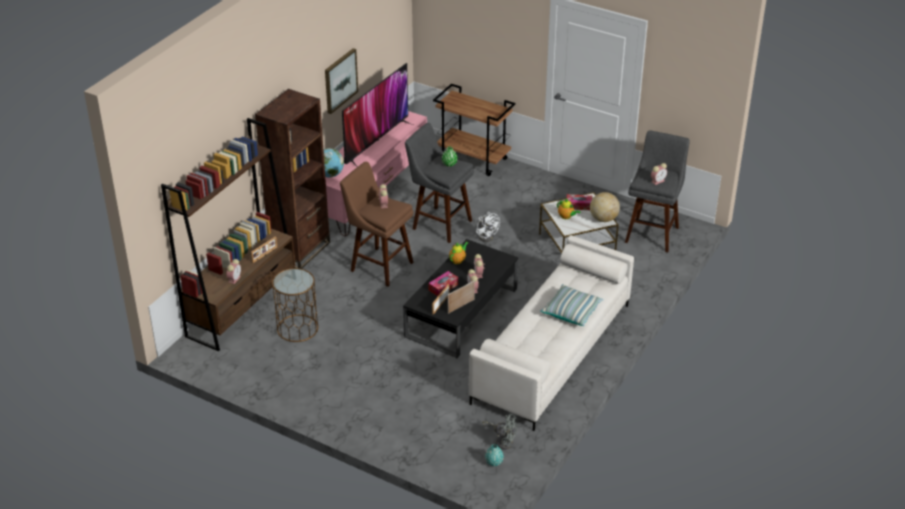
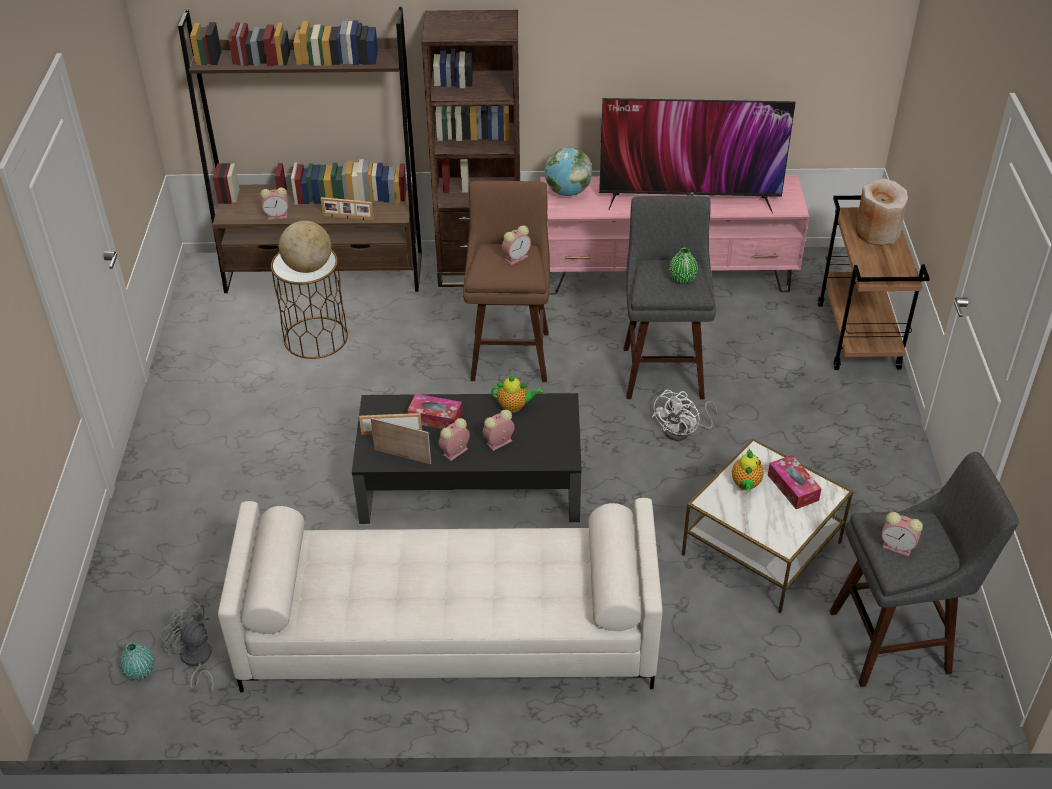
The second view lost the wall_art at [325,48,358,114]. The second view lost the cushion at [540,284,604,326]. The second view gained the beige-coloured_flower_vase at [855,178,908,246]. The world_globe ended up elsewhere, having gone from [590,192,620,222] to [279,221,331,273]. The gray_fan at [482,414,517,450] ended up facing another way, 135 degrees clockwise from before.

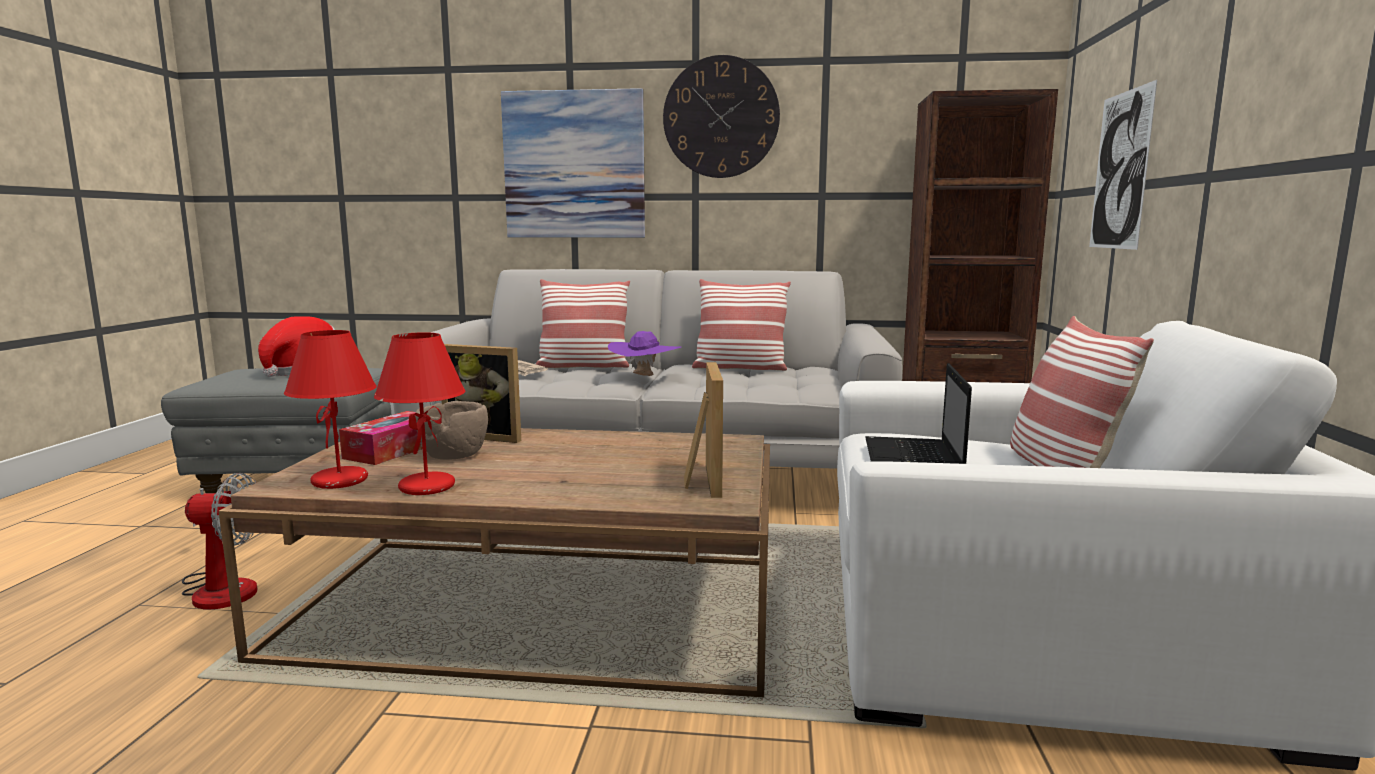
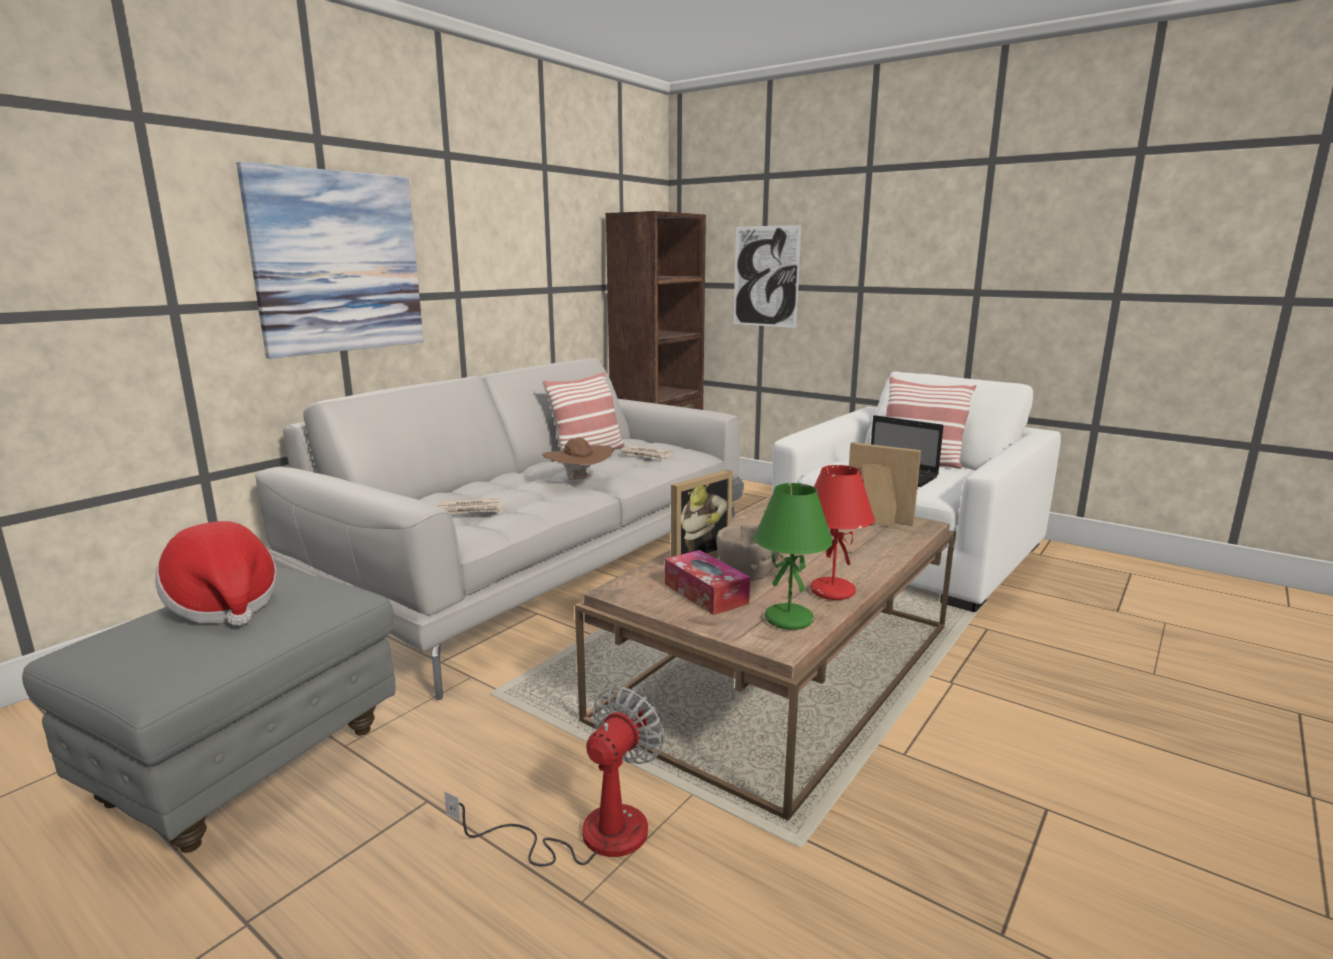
The second view lost the cushion at [536,279,630,368]. The second view lost the clock_on_the_wall at [663,55,780,178]. The second view gained the newspaper at [621,445,672,461]. What was the red-coloured_tabletop_lamp at [284,330,377,489] turned into the greenish_tabletop_lamp at [754,483,833,630]. What was the purple_wearable_hat at [608,331,681,376] turned into the brownish_wearable_hat at [542,437,613,480].

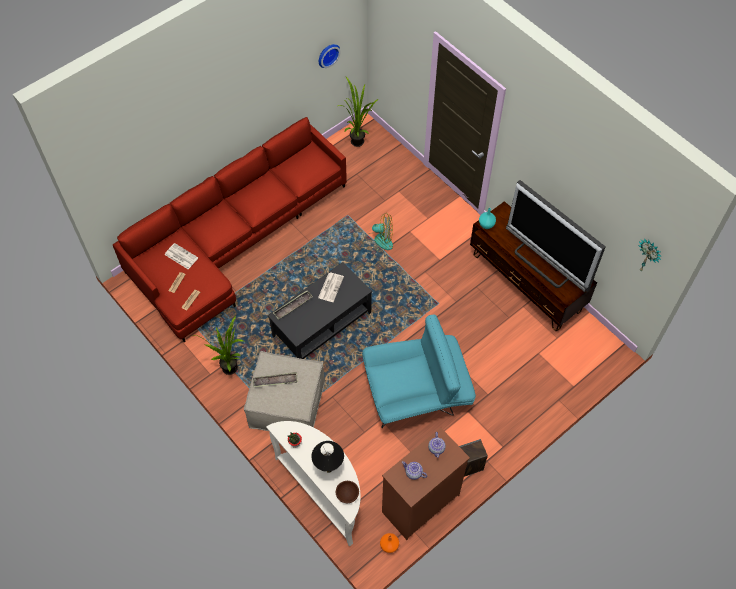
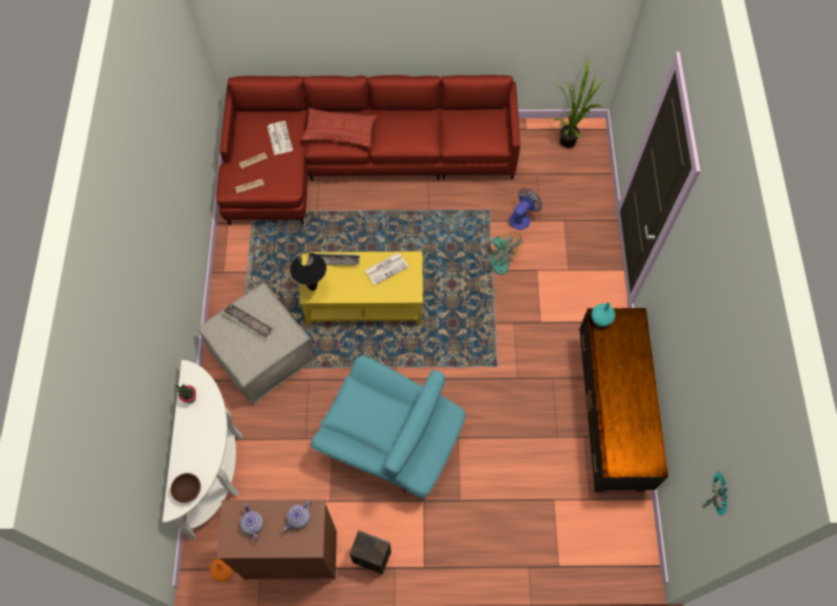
The second view lost the houseplant at [192,316,244,375]. The second view lost the clock_on_the_wall at [319,44,341,68]. The second view lost the TV_set at [506,180,606,292]. The second view gained the cushion at [301,108,377,147]. The second view gained the fan at [509,188,542,230]. The black_tabletop_lamp ended up elsewhere, having gone from [311,441,344,473] to [290,252,326,291]. What was the black_lounge_table at [267,262,372,359] turned into the yellow-coloured_lounge_table at [300,251,423,326].

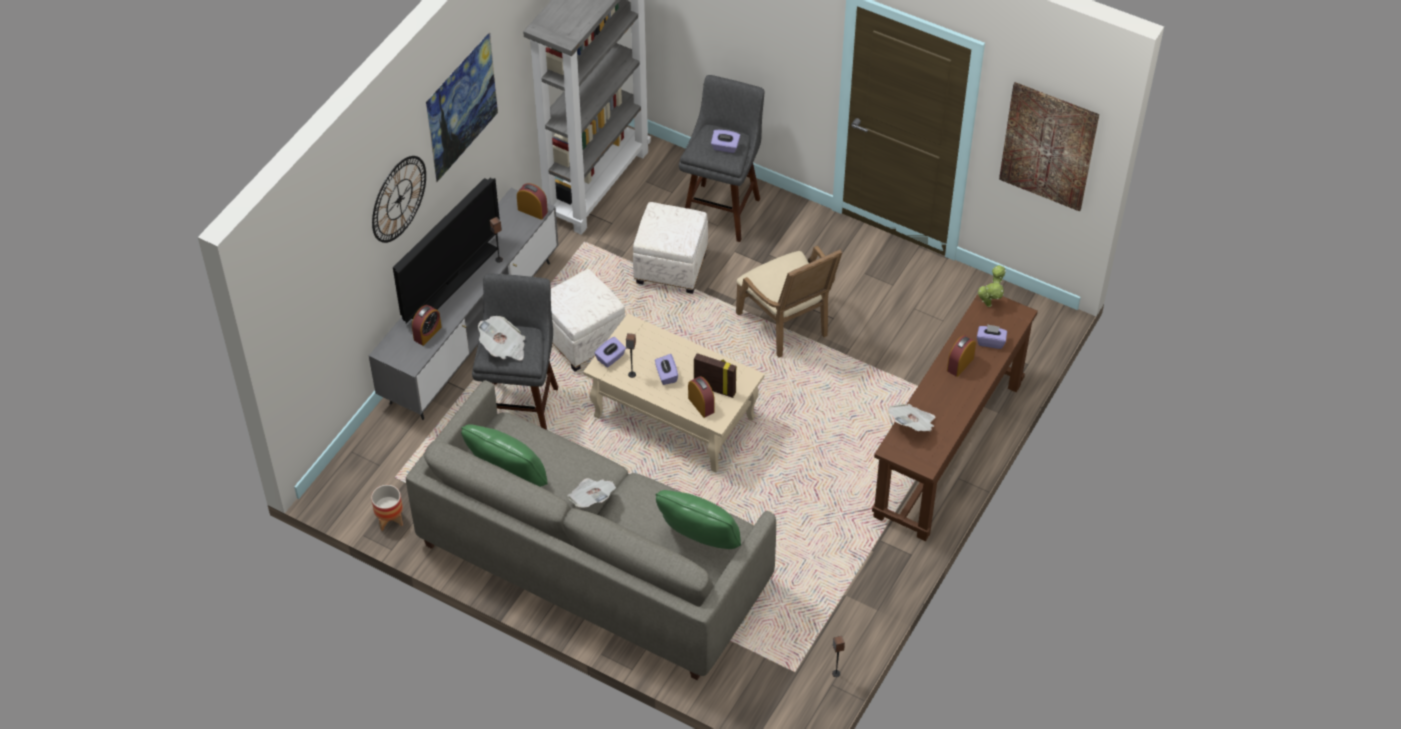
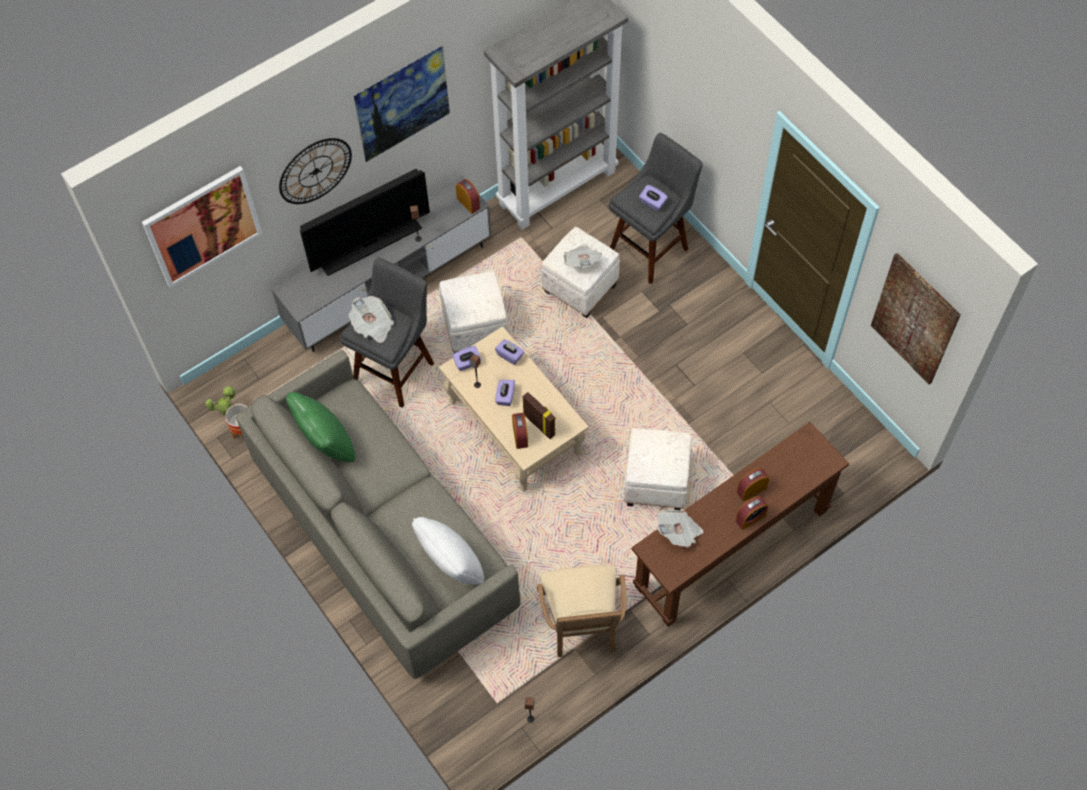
The second view gained the wall_art at [142,166,262,288]. The second view gained the white-coloured_ottoman at [624,428,692,510]. The table_clock ended up elsewhere, having gone from [412,305,442,346] to [735,496,768,530]. The newspaper ended up elsewhere, having gone from [567,478,616,508] to [563,244,602,268]. The beige-coloured_lounge_chair ended up elsewhere, having gone from [736,246,843,358] to [537,565,626,657]. The purple_tissue_box ended up elsewhere, having gone from [977,324,1007,349] to [495,339,524,365]. The houseplant ended up elsewhere, having gone from [978,265,1006,307] to [205,386,236,415]. What was the greenish_cushion at [656,490,741,549] turned into the white-coloured_cushion at [412,517,484,584].

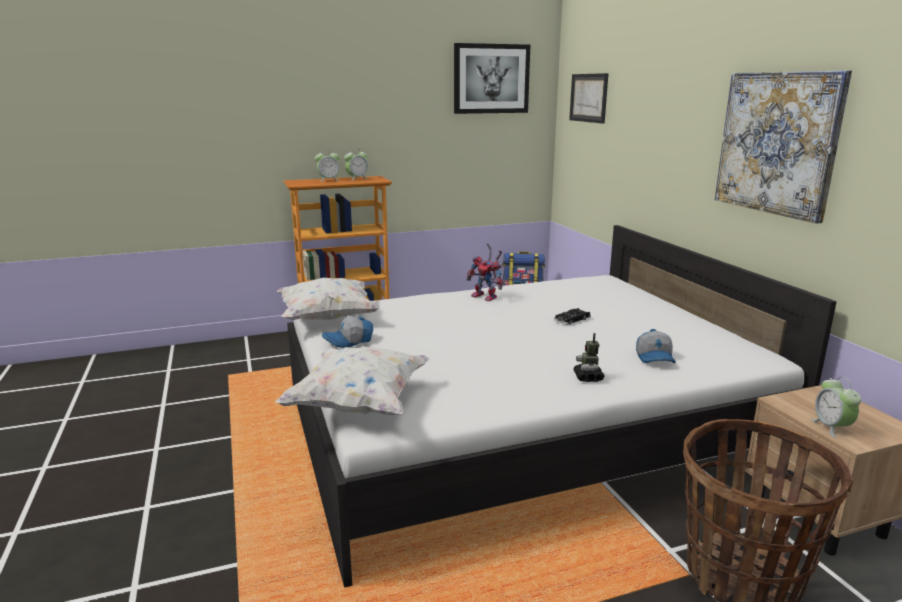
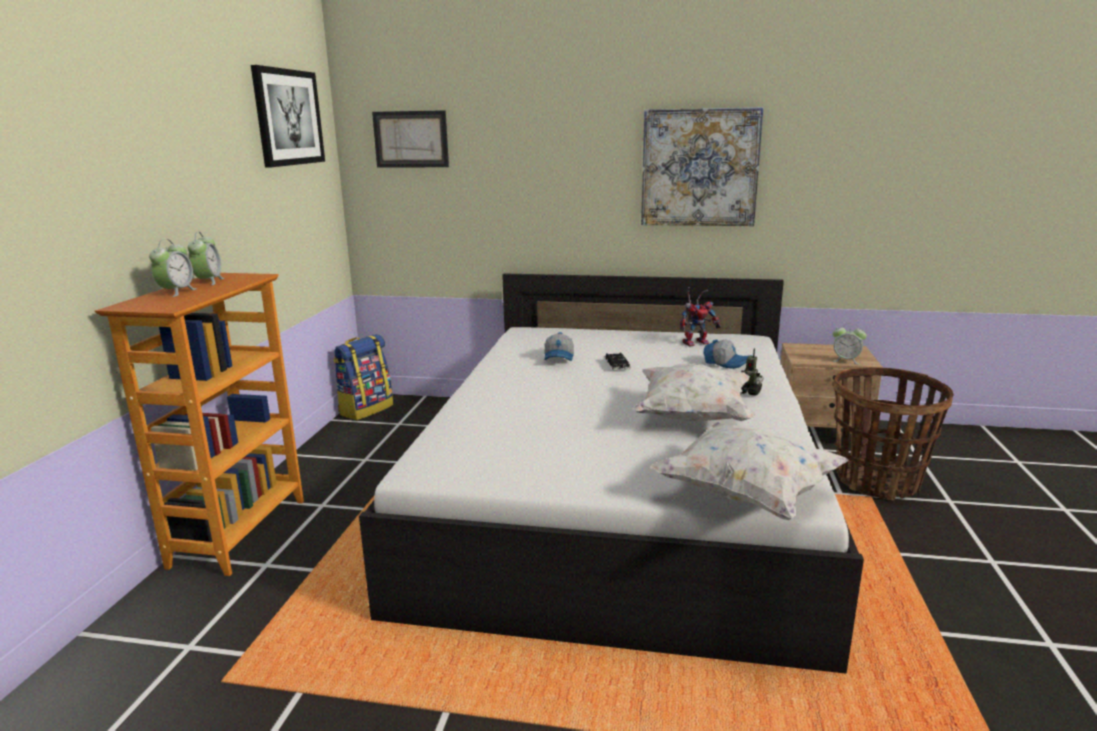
The white-coloured_cushion ended up elsewhere, having gone from [277,278,380,320] to [632,364,755,421]. The cap ended up elsewhere, having gone from [322,316,373,348] to [544,332,574,361]. The robot_figure ended up elsewhere, having gone from [466,243,503,301] to [680,287,721,347].

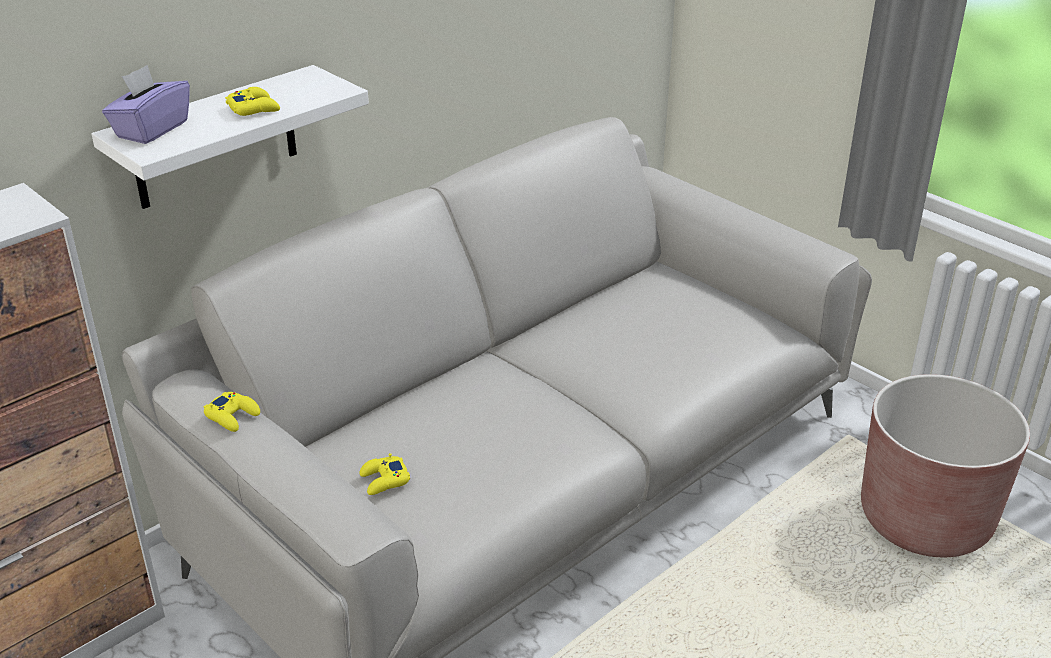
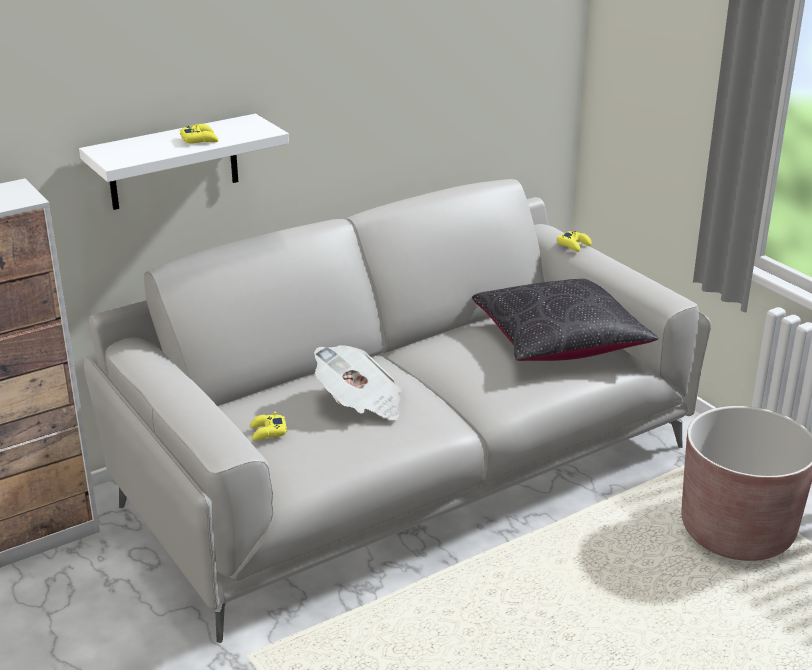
The second view lost the purple_tissue_box at [102,65,190,144]. The second view gained the newspaper at [314,345,402,420]. The second view gained the black_cushion at [472,279,659,361]. The yellow-coloured_game_controller ended up elsewhere, having gone from [204,392,260,432] to [557,231,592,252].

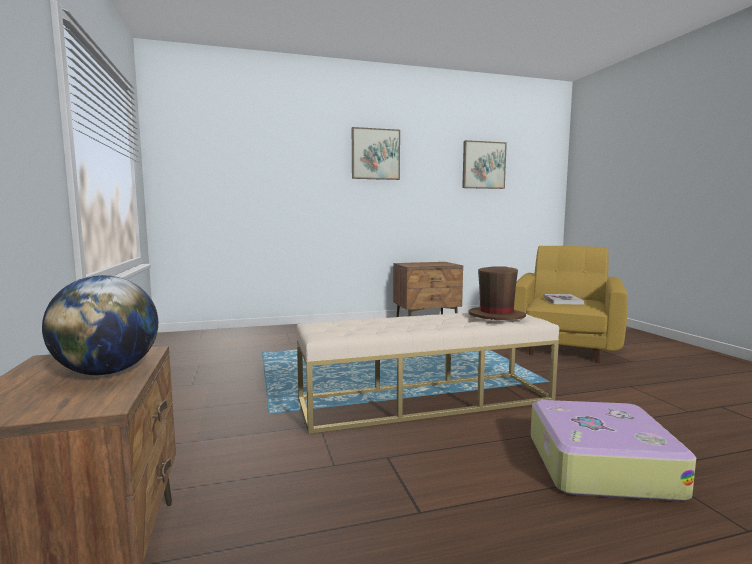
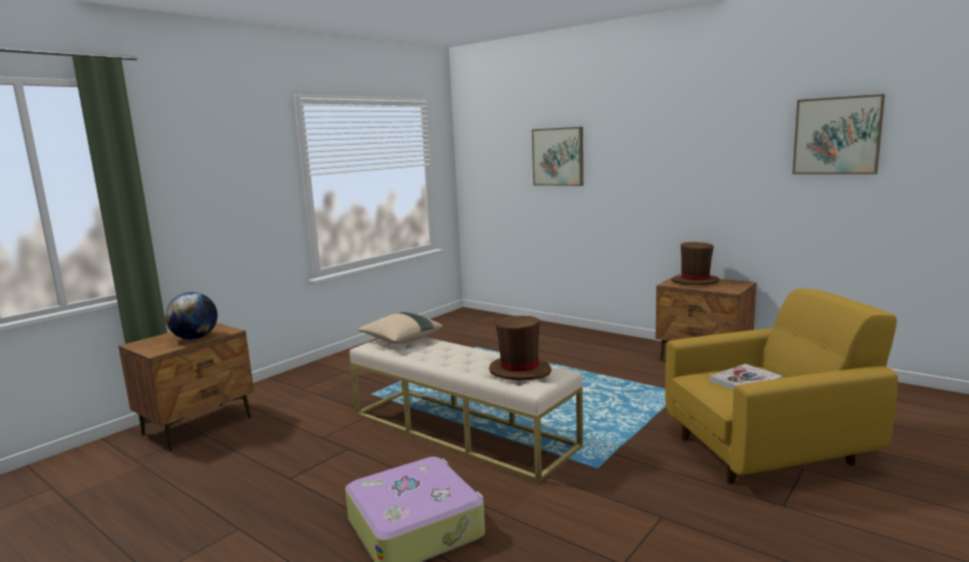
The second view gained the beige-coloured_cushion at [358,312,443,344]. The second view gained the brownish_wearable_hat at [672,242,719,285]. The wall_art ended up elsewhere, having gone from [352,127,400,180] to [532,127,583,186].

